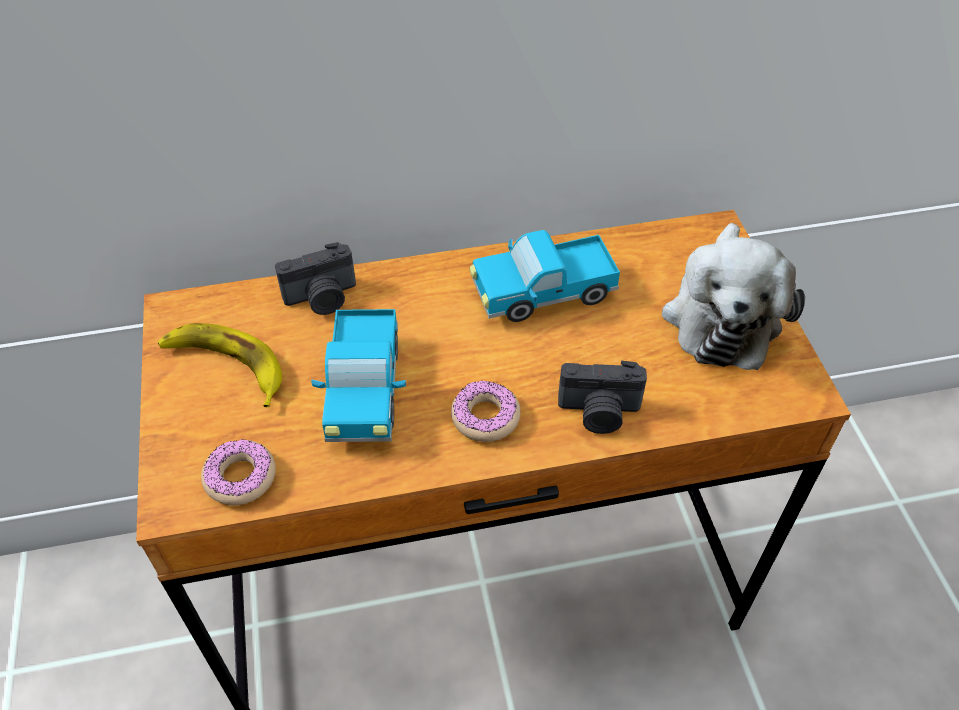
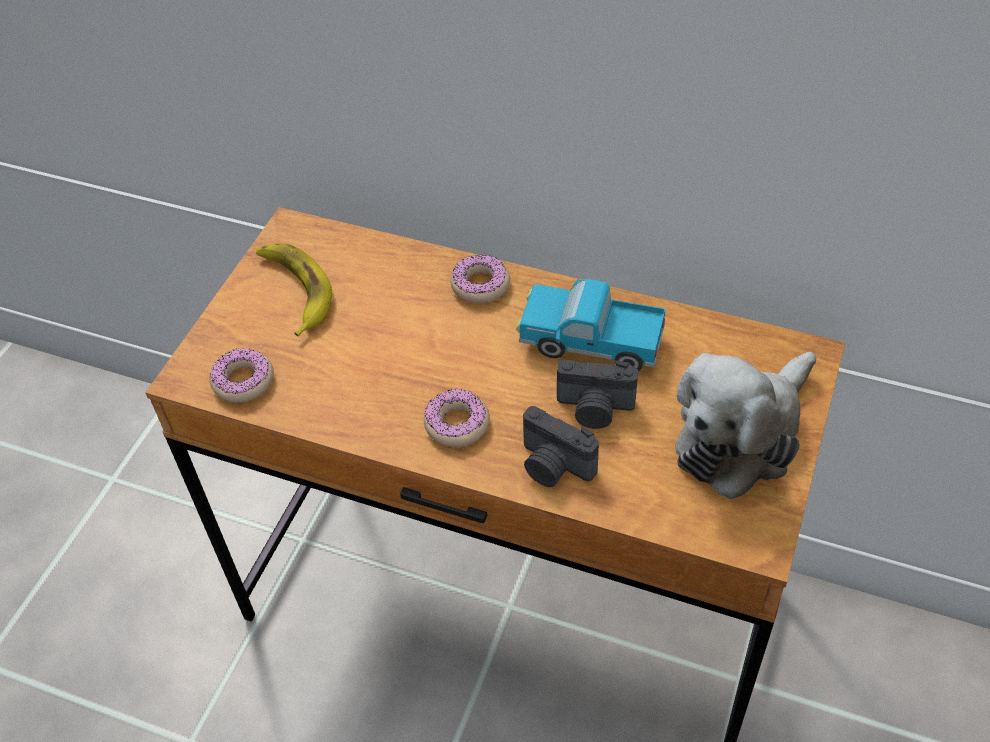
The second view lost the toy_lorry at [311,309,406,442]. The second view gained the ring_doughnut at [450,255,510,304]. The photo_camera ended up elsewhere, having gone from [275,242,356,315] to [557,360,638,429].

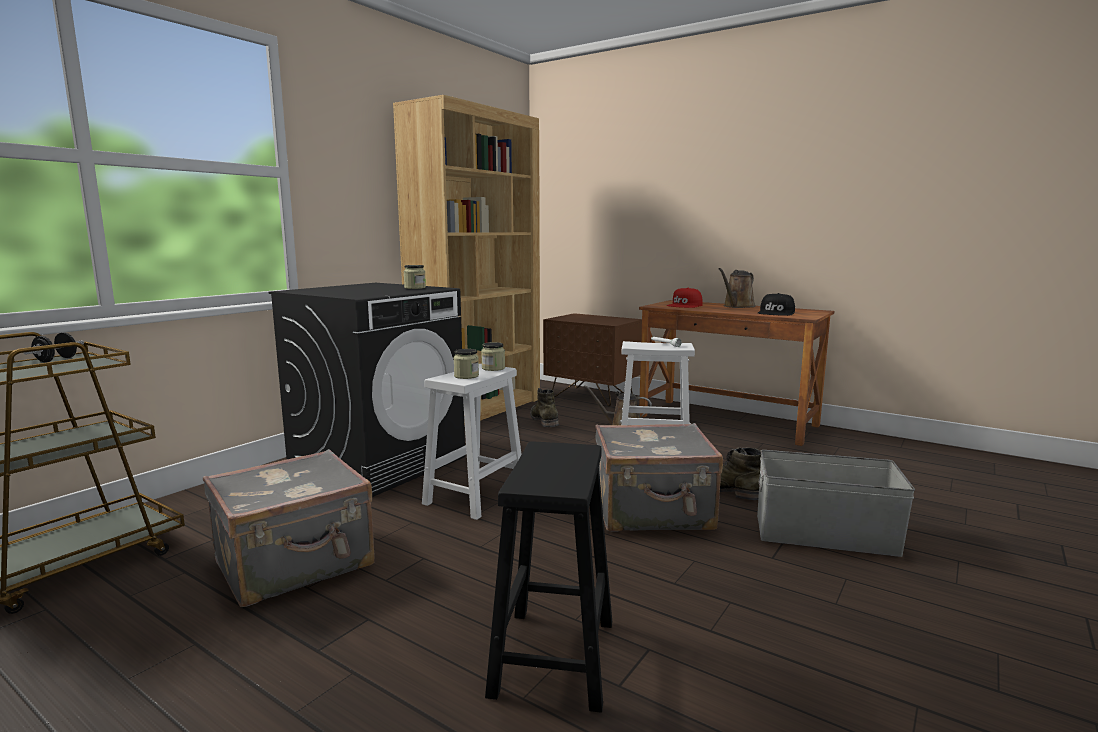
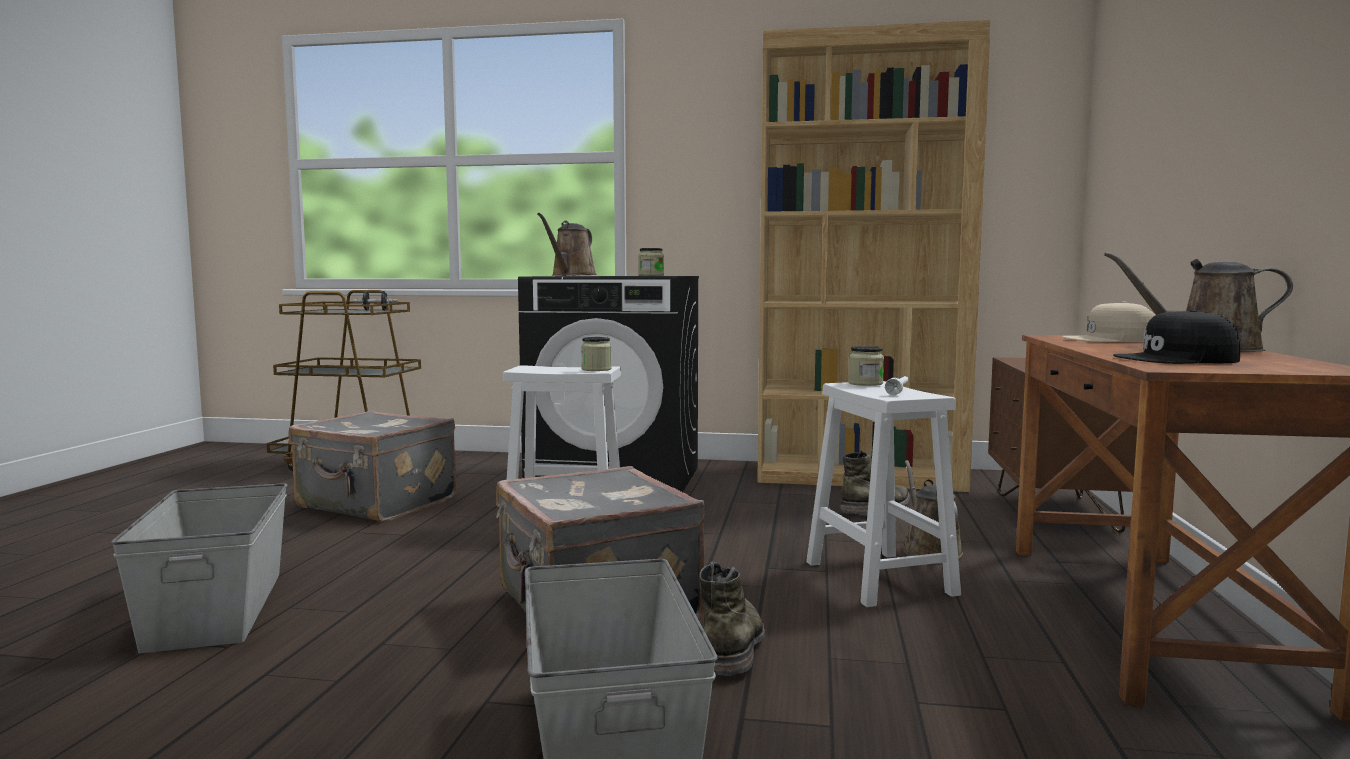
The second view gained the brownish_sprinkling_can at [537,213,597,276]. The preserve_jar ended up elsewhere, having gone from [454,349,479,379] to [848,346,884,386]. Where the black_stool_seat stood at [485,441,612,713], the gray_storage_bin came to stand at [111,483,287,653]. What was the red-coloured_cap at [667,288,703,308] turned into the beige-coloured_cap at [1062,301,1155,343].

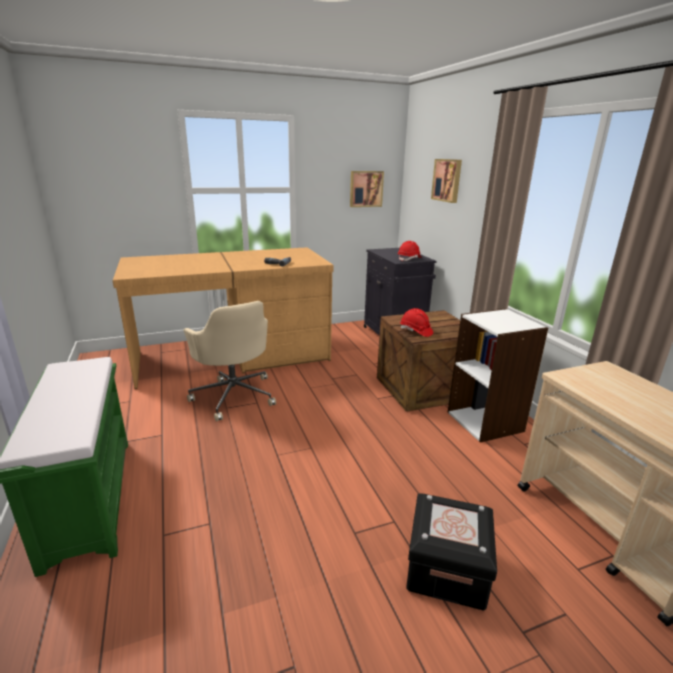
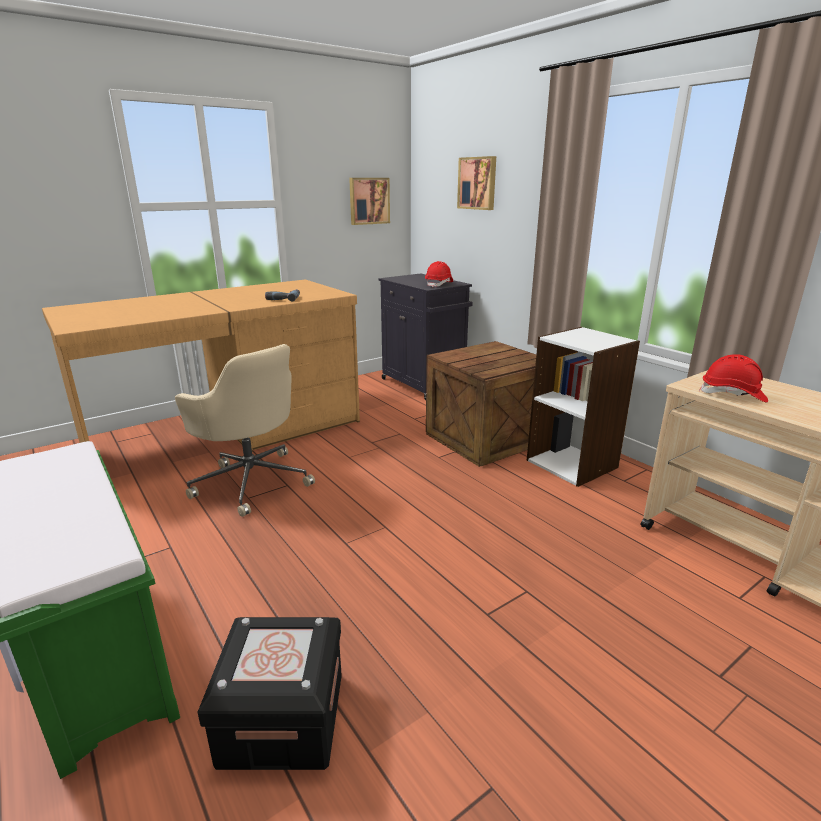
The red-coloured_safety_helmet ended up elsewhere, having gone from [400,308,433,337] to [699,354,768,403]. The black_storage_bin ended up elsewhere, having gone from [406,493,497,611] to [198,617,342,770].

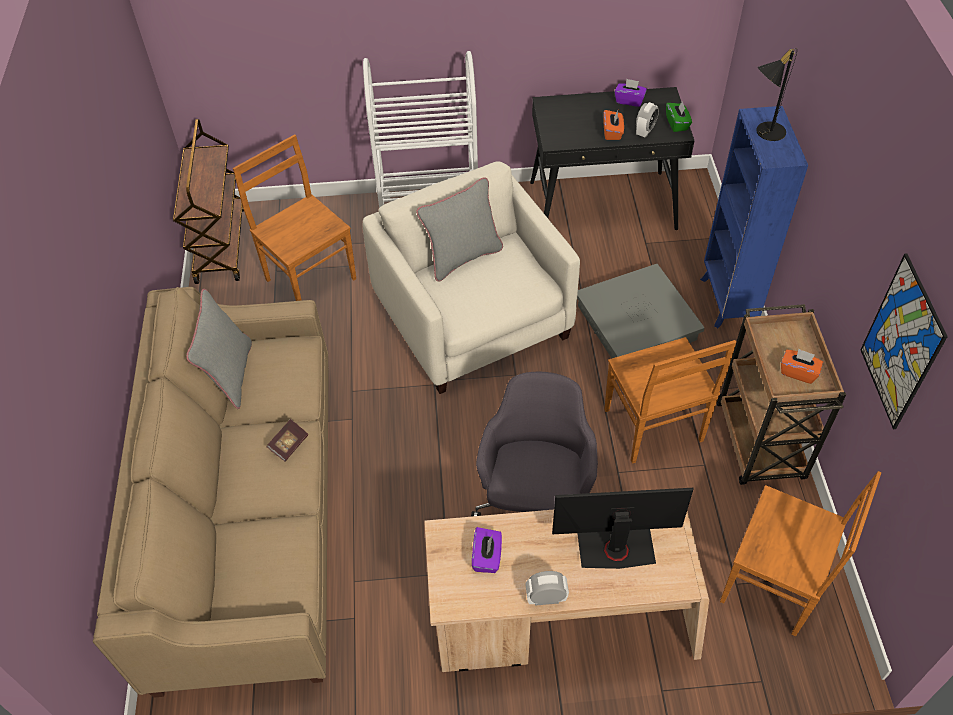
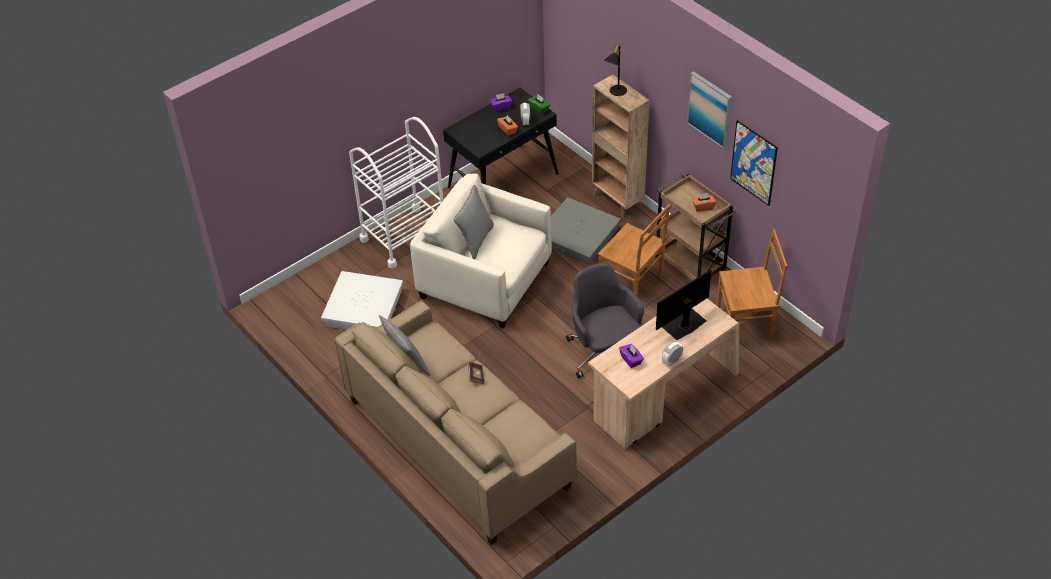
The second view lost the brownish_trolley at [173,119,244,284]. The second view gained the wall_art at [687,71,732,149]. Where the brownish_upright_chair stood at [233,135,356,301], the white-coloured_storage_bin came to stand at [321,271,403,330]. What was the bluish_bookcase at [700,106,808,328] turned into the brownish_bookcase at [592,74,650,218].

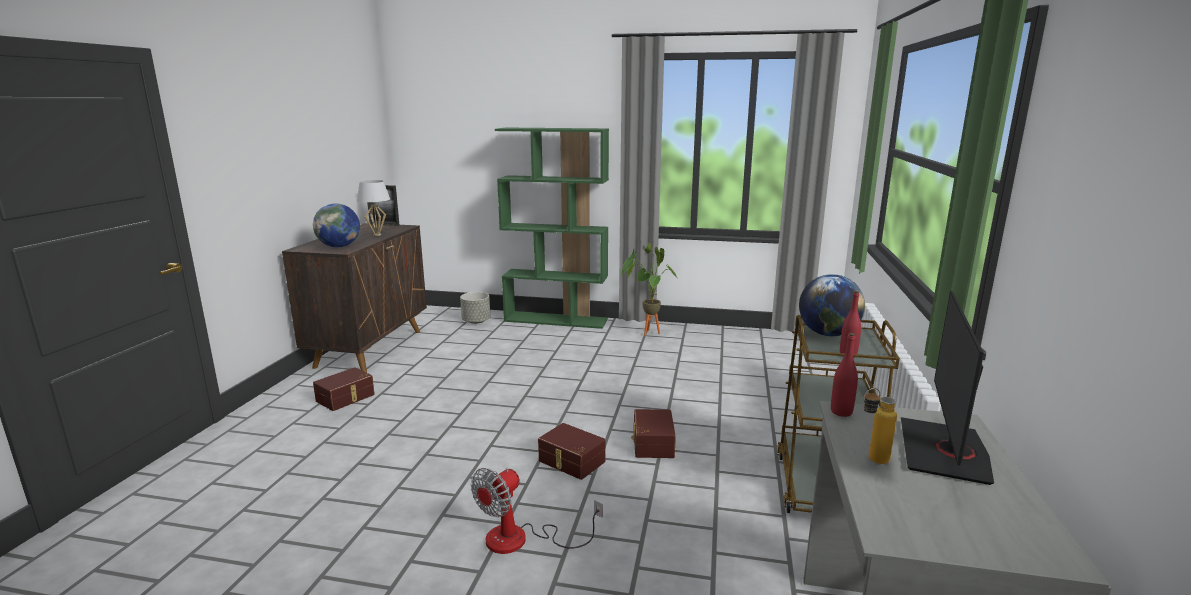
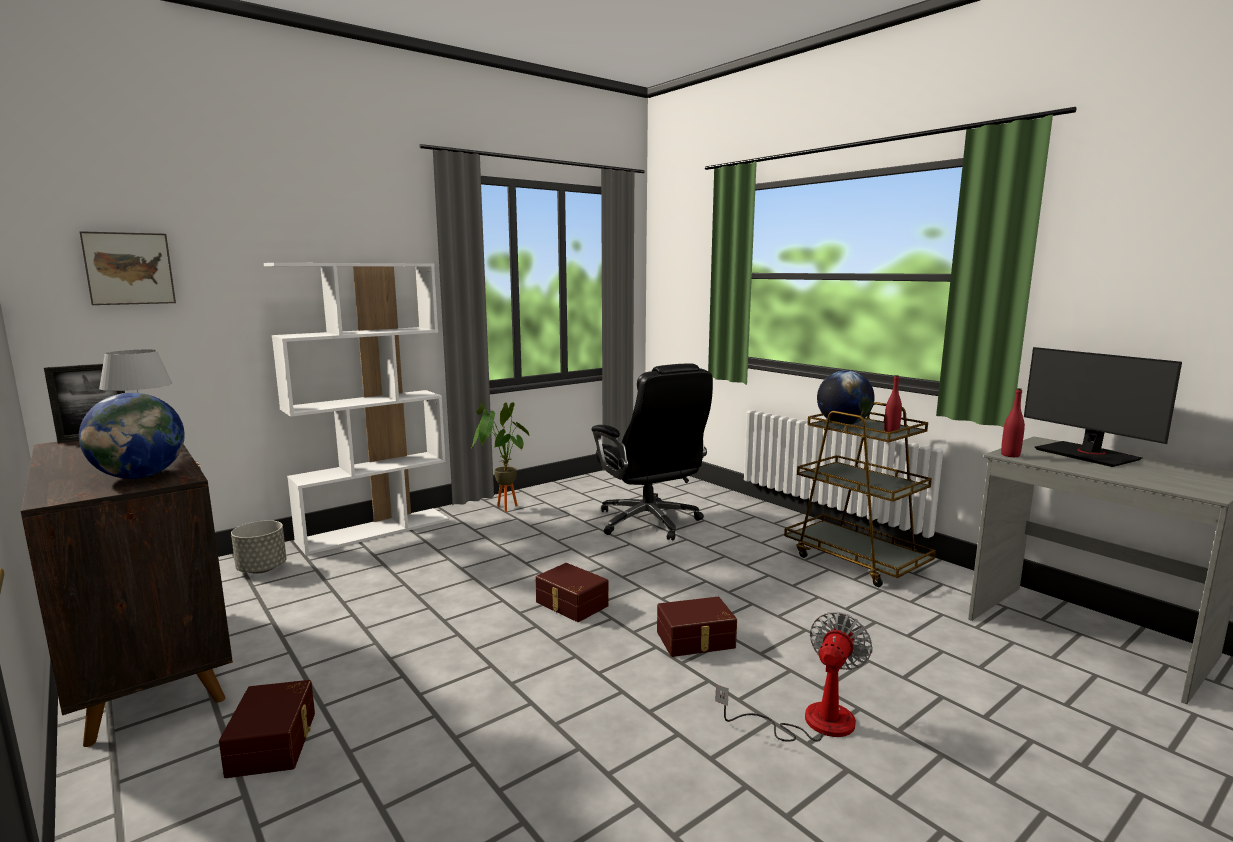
The second view lost the beverage_bottle at [864,388,897,464]. The second view gained the wall_art at [79,231,176,305]. The second view gained the black_computer_chair at [592,363,713,540]. The brownish_storage_bin ended up elsewhere, having gone from [631,409,676,458] to [535,563,609,622]. What was the greenish_bookcase at [495,128,609,329] turned into the white-coloured_bookcase at [264,263,449,555]. The fan at [471,467,603,554] ended up facing another way, 135 degrees counterclockwise from before.

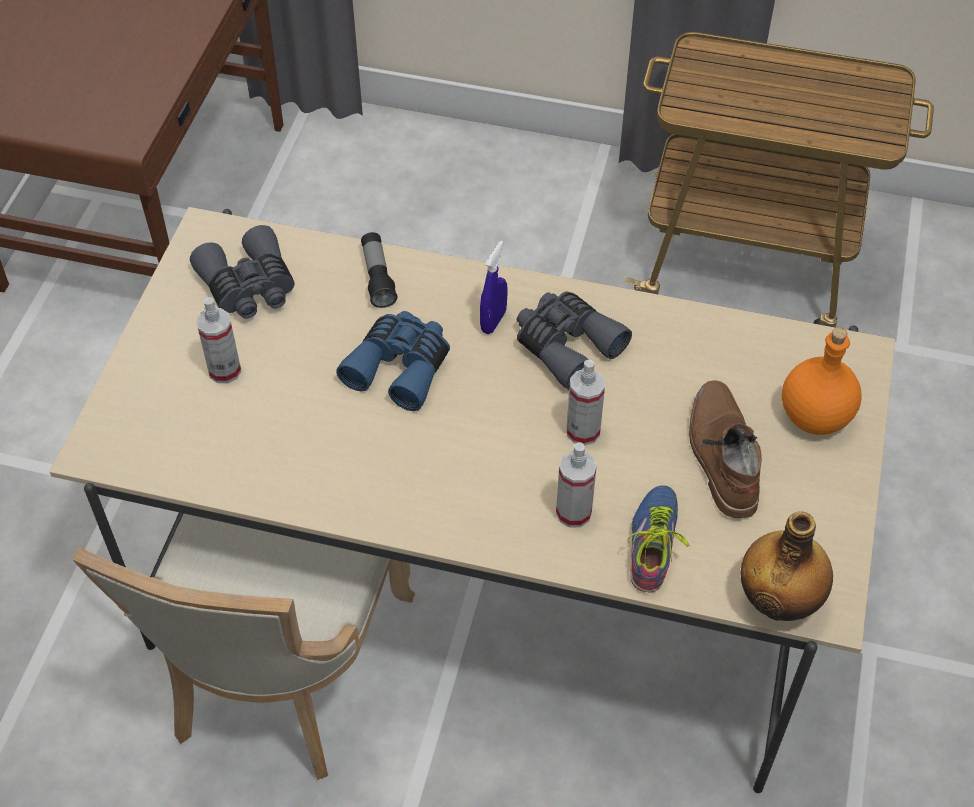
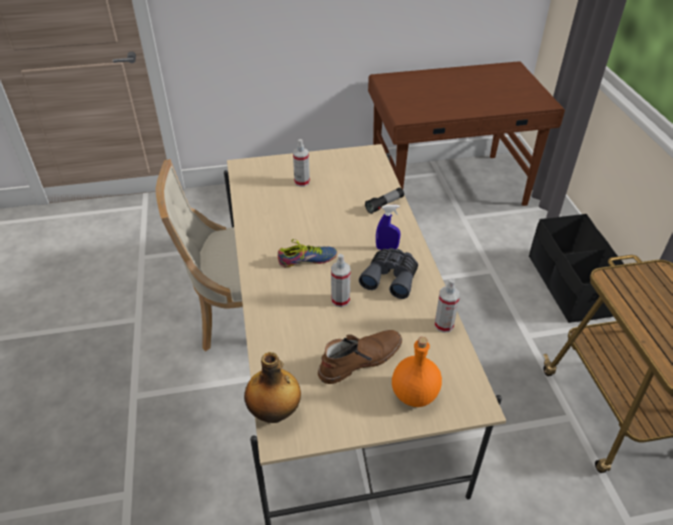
The second view lost the gray_field_glasses at [190,225,295,319]. The second view lost the bluish_field_glasses at [336,311,450,411]. The second view gained the black_storage_bin at [529,214,624,323]. The hand_sprayer ended up elsewhere, having gone from [556,442,597,528] to [435,278,460,333]. The item_of_footwear ended up elsewhere, having gone from [628,485,689,593] to [278,239,337,267].

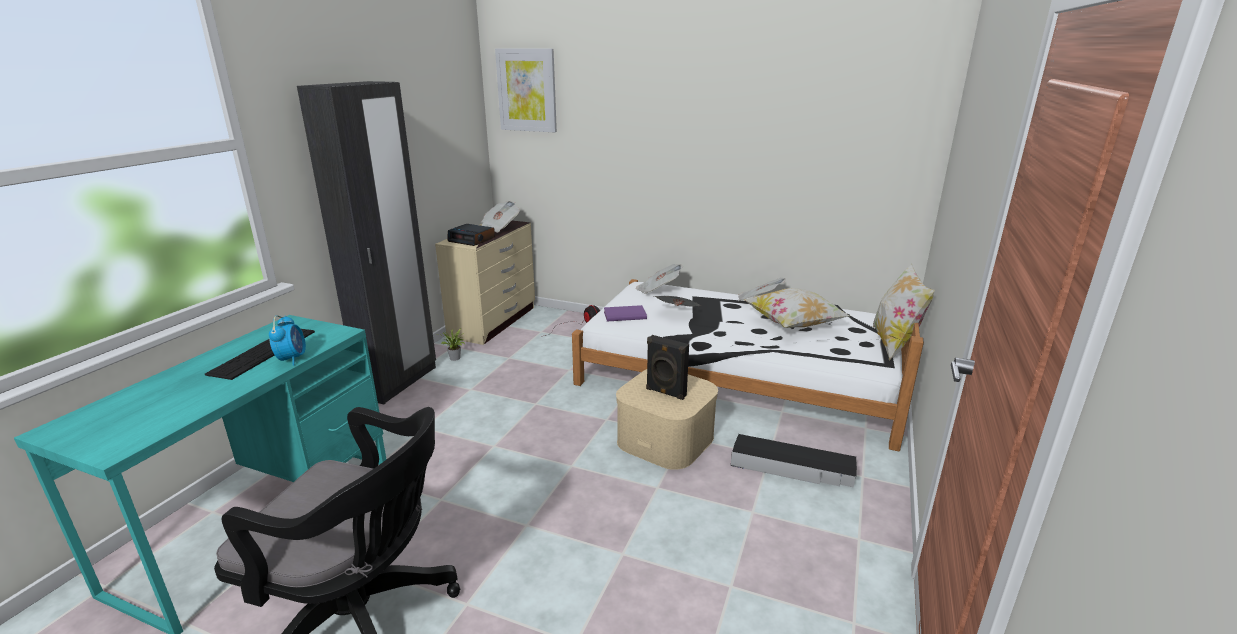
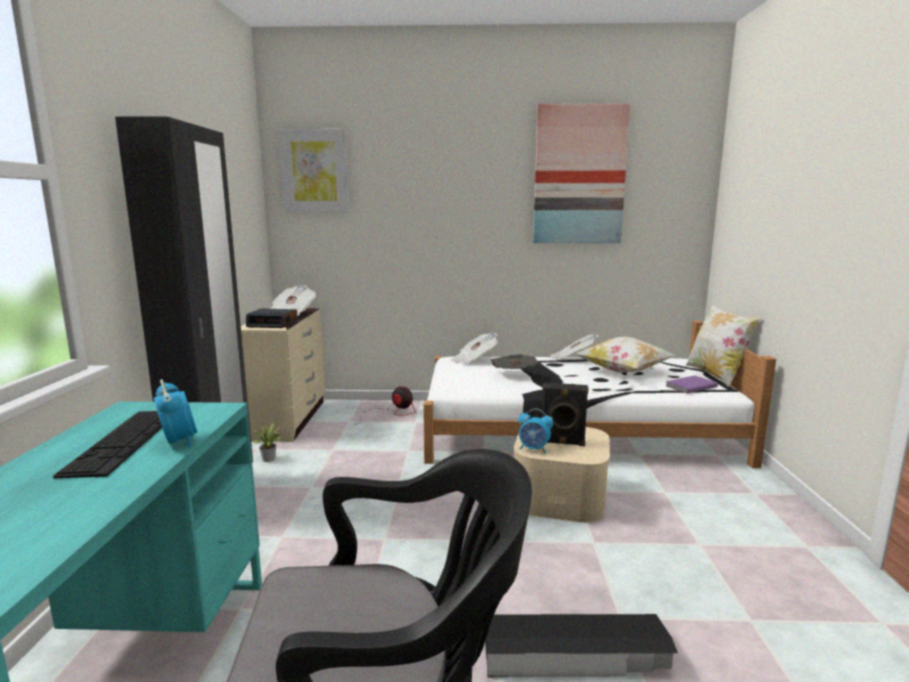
The second view gained the table_clock at [518,409,553,453]. The second view gained the wall_art at [533,103,630,243]. The purple_book ended up elsewhere, having gone from [604,305,647,321] to [666,375,718,394]. The black_storage_bin ended up elsewhere, having gone from [731,434,857,488] to [485,614,678,677].

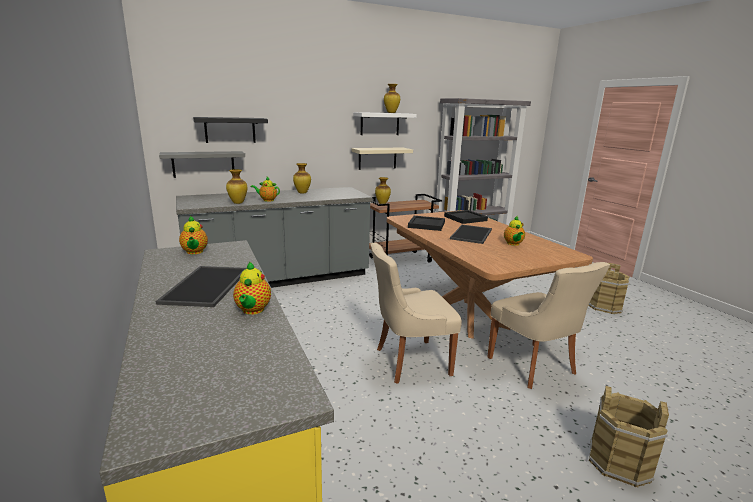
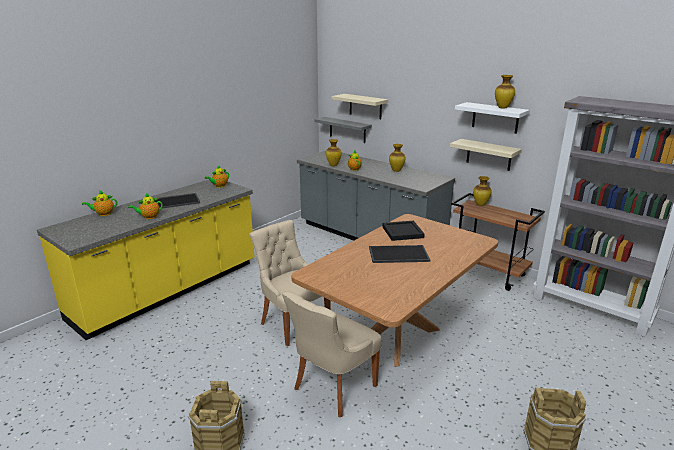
The second view lost the black_carrying_tray at [444,210,488,224]. The tea_pot ended up elsewhere, having gone from [504,216,525,246] to [82,190,117,216]. What was the black_shelf at [193,117,268,143] turned into the beige-coloured_shelf at [331,94,388,119].

